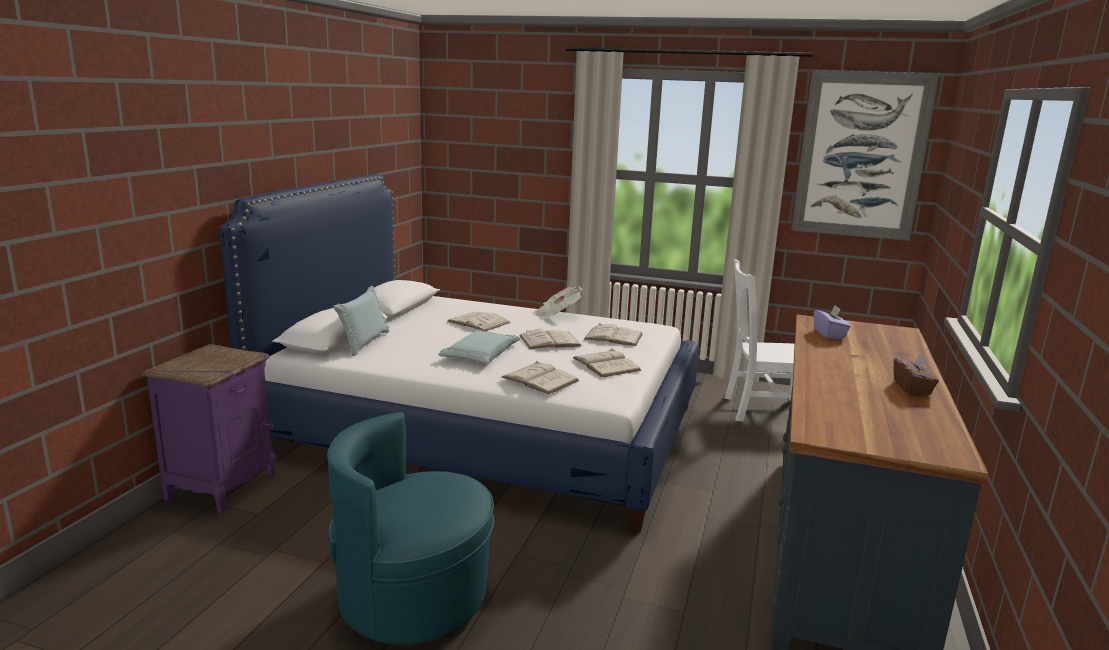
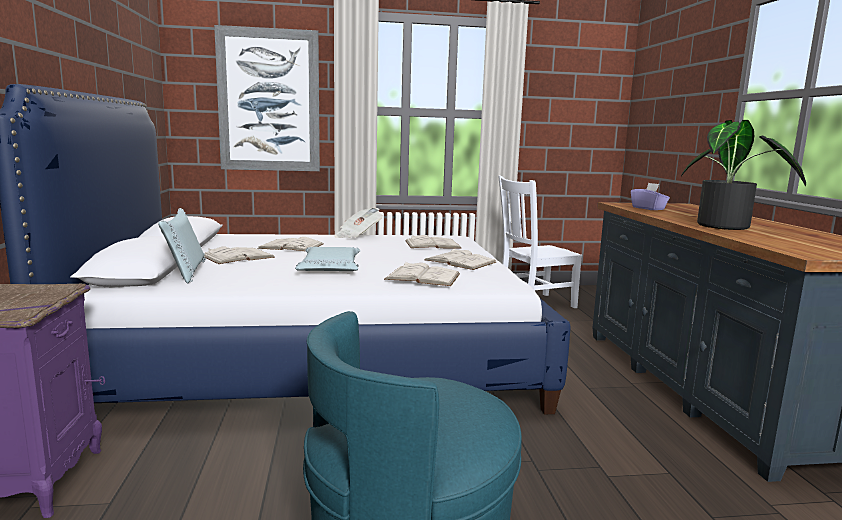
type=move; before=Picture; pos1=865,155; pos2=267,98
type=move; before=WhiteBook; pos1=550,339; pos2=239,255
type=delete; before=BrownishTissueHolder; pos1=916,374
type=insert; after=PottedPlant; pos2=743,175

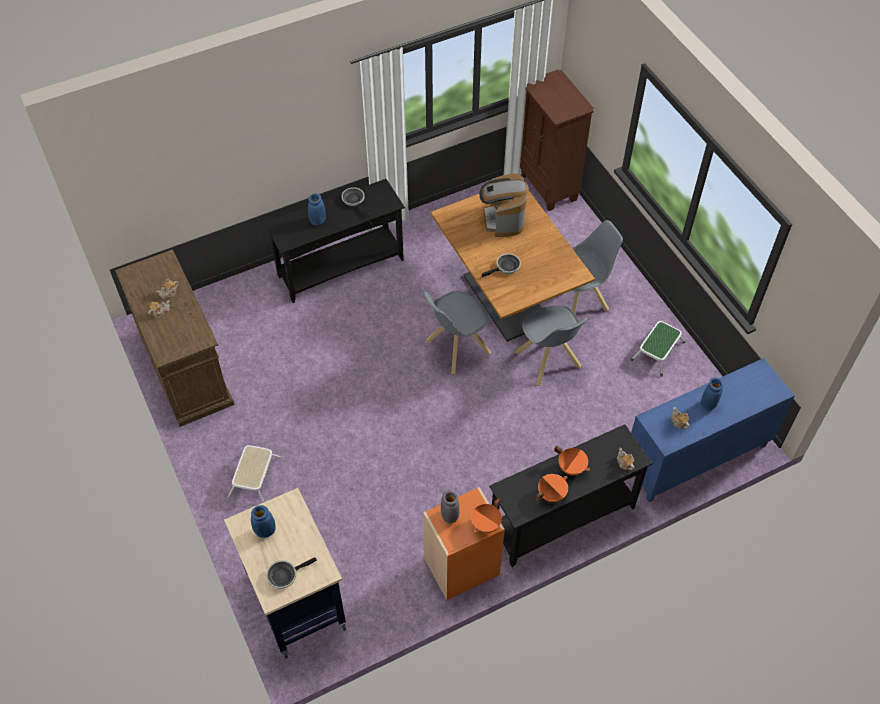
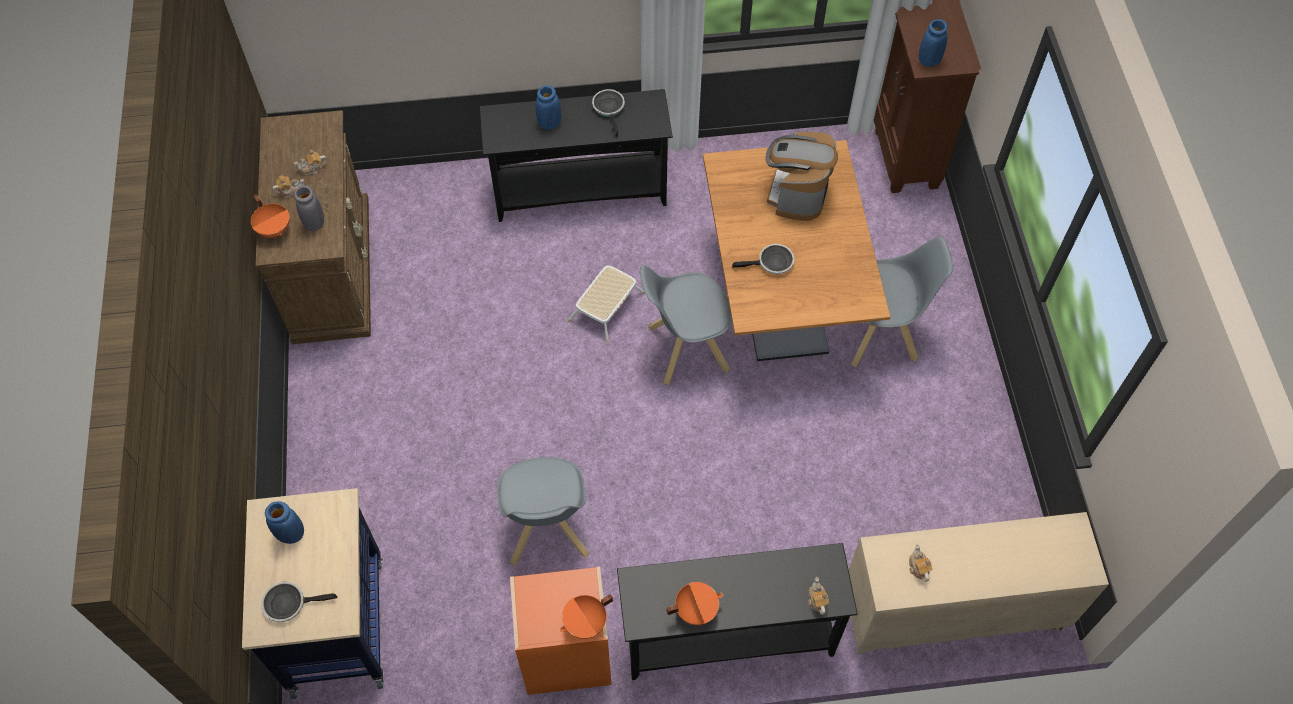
type=move; before=GrayPlainChair; pos1=551,345; pos2=543,511
type=delete; before=GreenStepladder; pos1=657,349
type=recolor; before=BlueColouredCupboard; after=BeigeColouredCupboard; pos1=713,430; pos2=979,583
type=move; before=BlueColouredDecorativeVase; pos1=712,393; pos2=933,43
type=move; before=BeigeColouredStepladder; pos1=254,474; pos2=606,304
type=move; before=OrangeCookingPot; pos1=572,460; pos2=270,216
type=move; before=GrayDecorativeVase; pos1=450,506; pos2=309,208

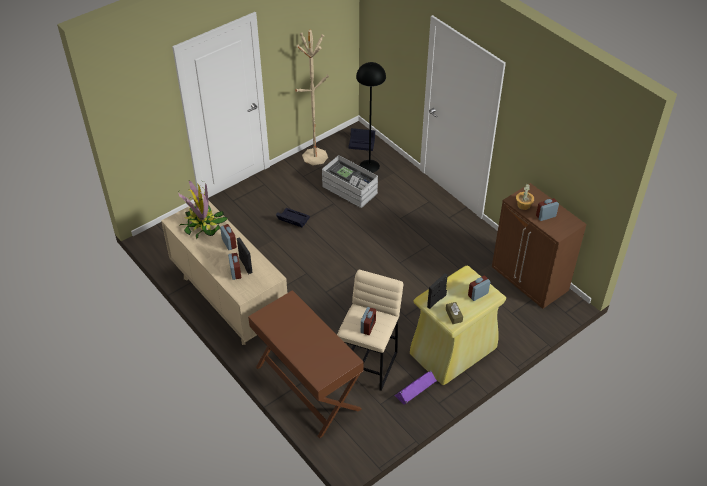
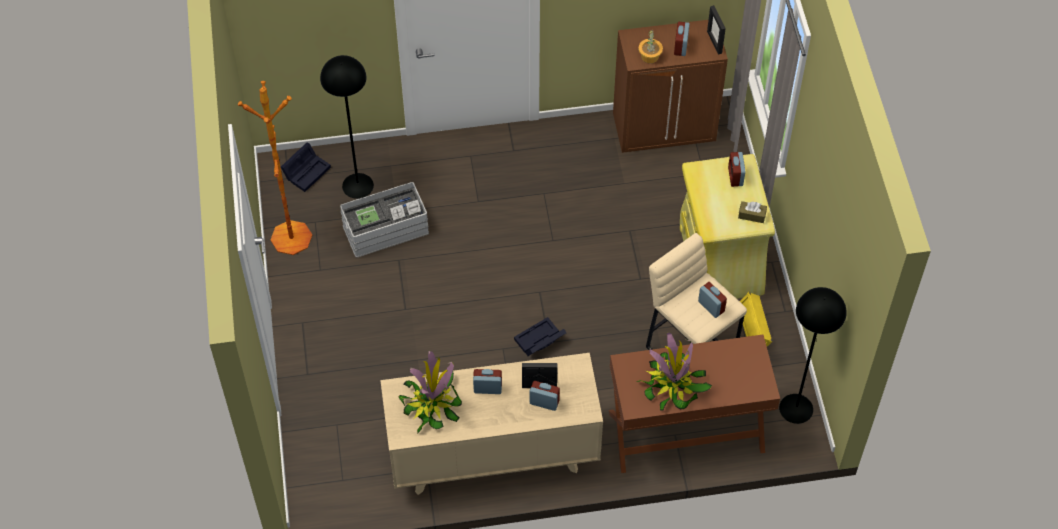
type=recolor; before=BeigeColouredGarmentStand; after=OrangeGarmentStand; pos1=312,98; pos2=275,168
type=move; before=BlackColouredStorageBox; pos1=293,218; pos2=540,336
type=move; before=PhotoFrame; pos1=437,291; pos2=716,29
type=recolor; before=PurpleColouredSpeaker; after=YellowishSpeaker; pos1=415,387; pos2=756,319
type=insert; after=BlackColouredFloorLamp; pos2=813,355
type=insert; after=PottedPlant; pos2=674,371

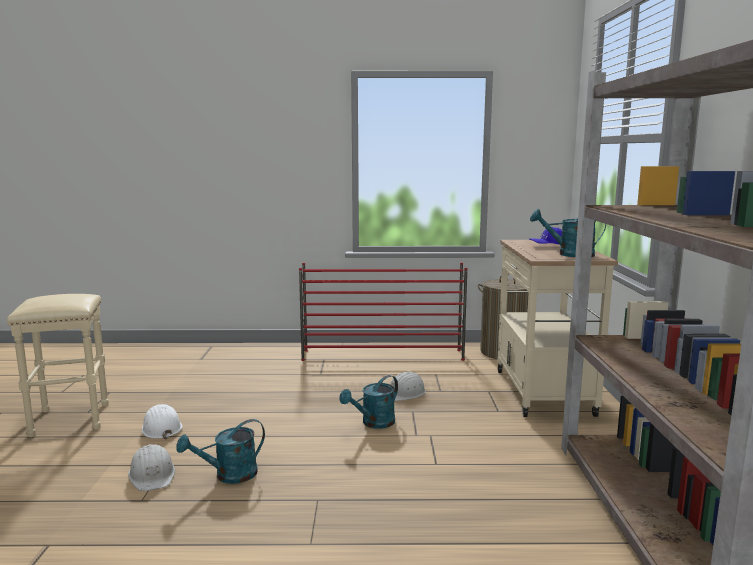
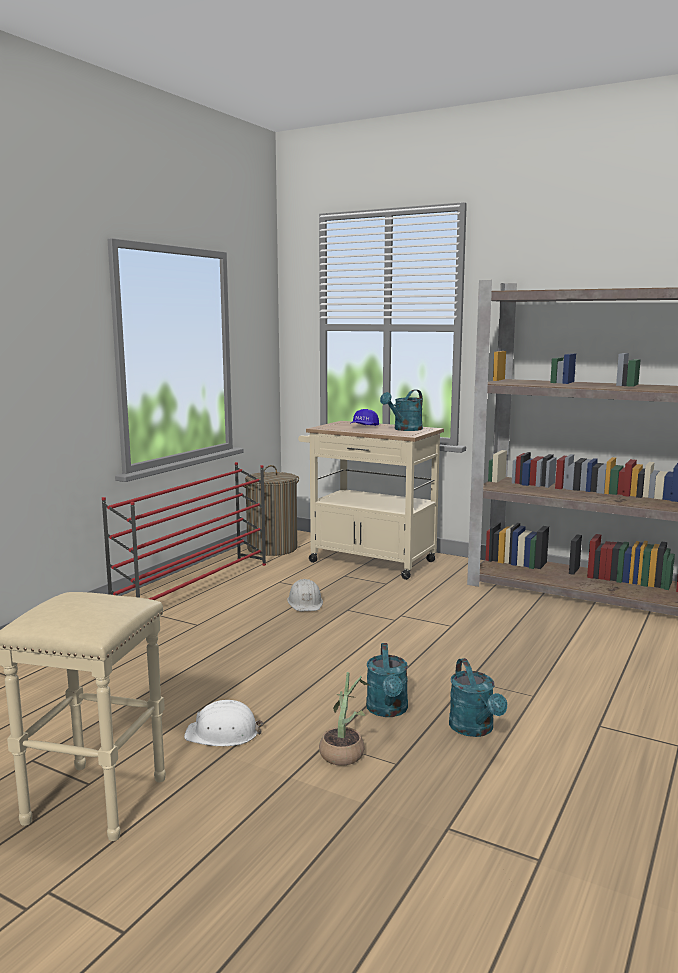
type=move; before=TurquoiseColouredWateringPot; pos1=368,401; pos2=478,697
type=replace; before=WhiteWorkHelmet; after=PottedPlant; pos1=151,467; pos2=344,719

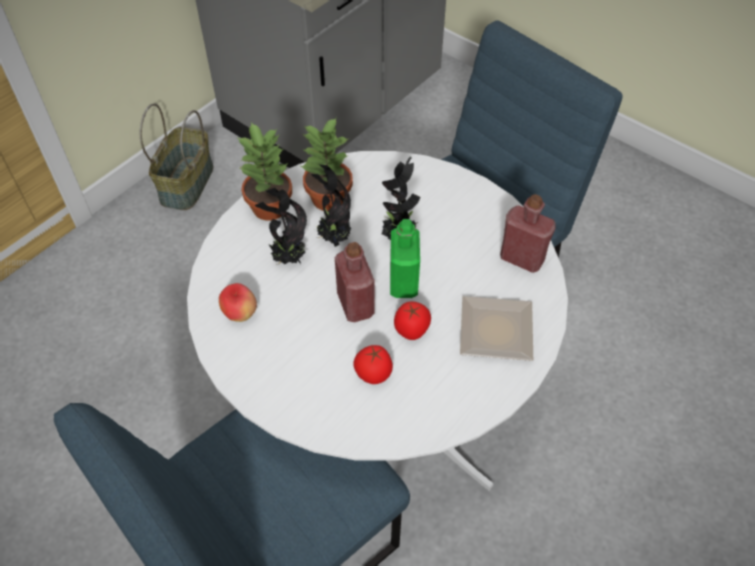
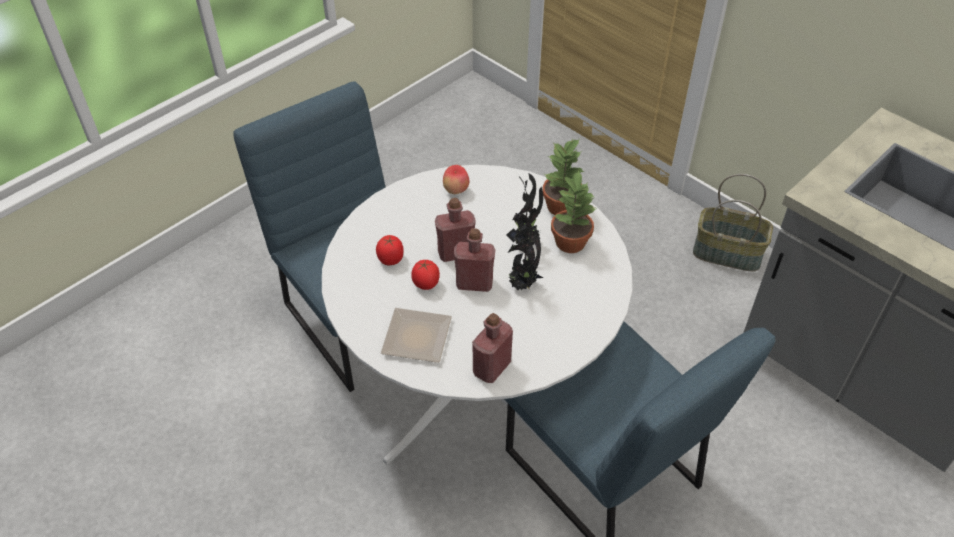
type=delete; before=PottedPlant; pos1=281,226
type=recolor; before=GreenBeverageBottle; after=ReddishBeverageBottle; pos1=405,258; pos2=474,260

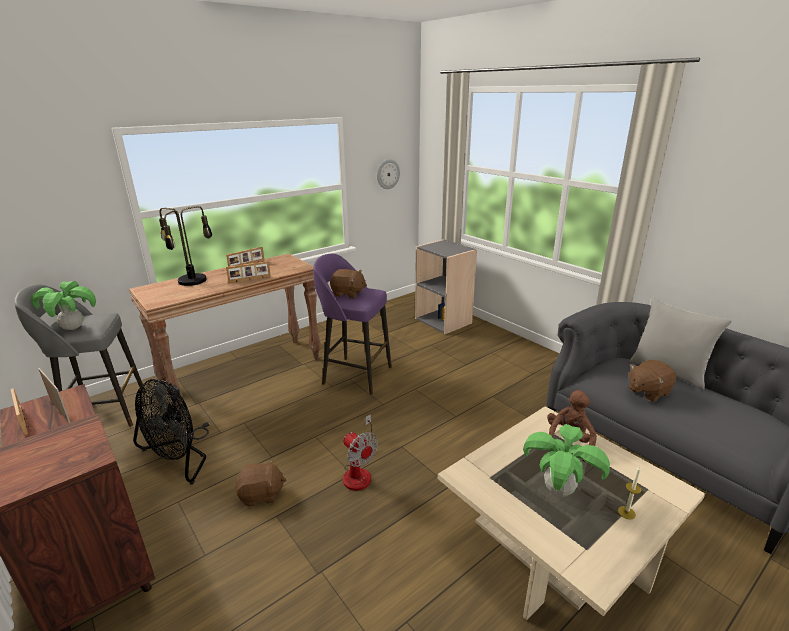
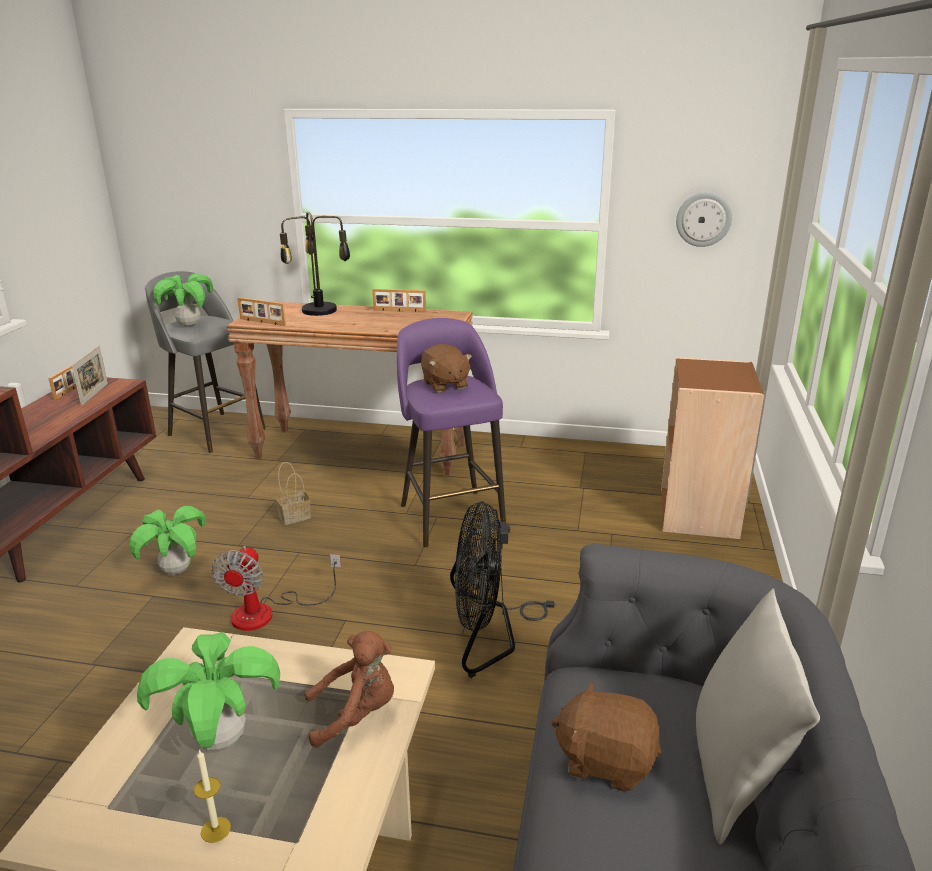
type=recolor; before=GrayBookcase; after=BrownishBookcase; pos1=446,286; pos2=712,448
type=move; before=PhotoFrame; pos1=248,272; pos2=261,311
type=move; before=BlackColouredCoolingFan; pos1=171,432; pos2=503,589
type=replace; before=BrownishSoftToy; after=PottedPlant; pos1=261,483; pos2=168,540
type=insert; after=StorageBasket; pos2=293,493

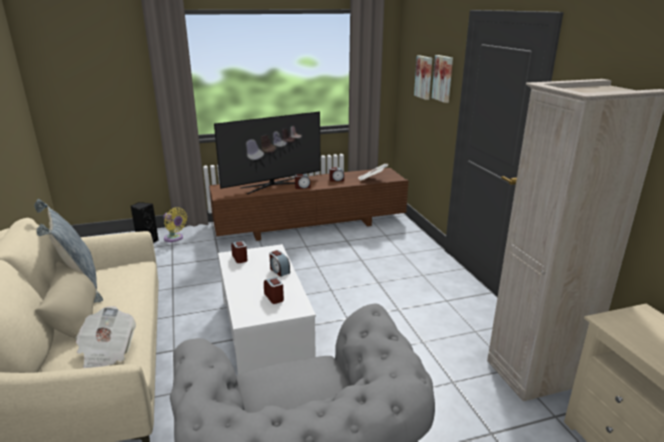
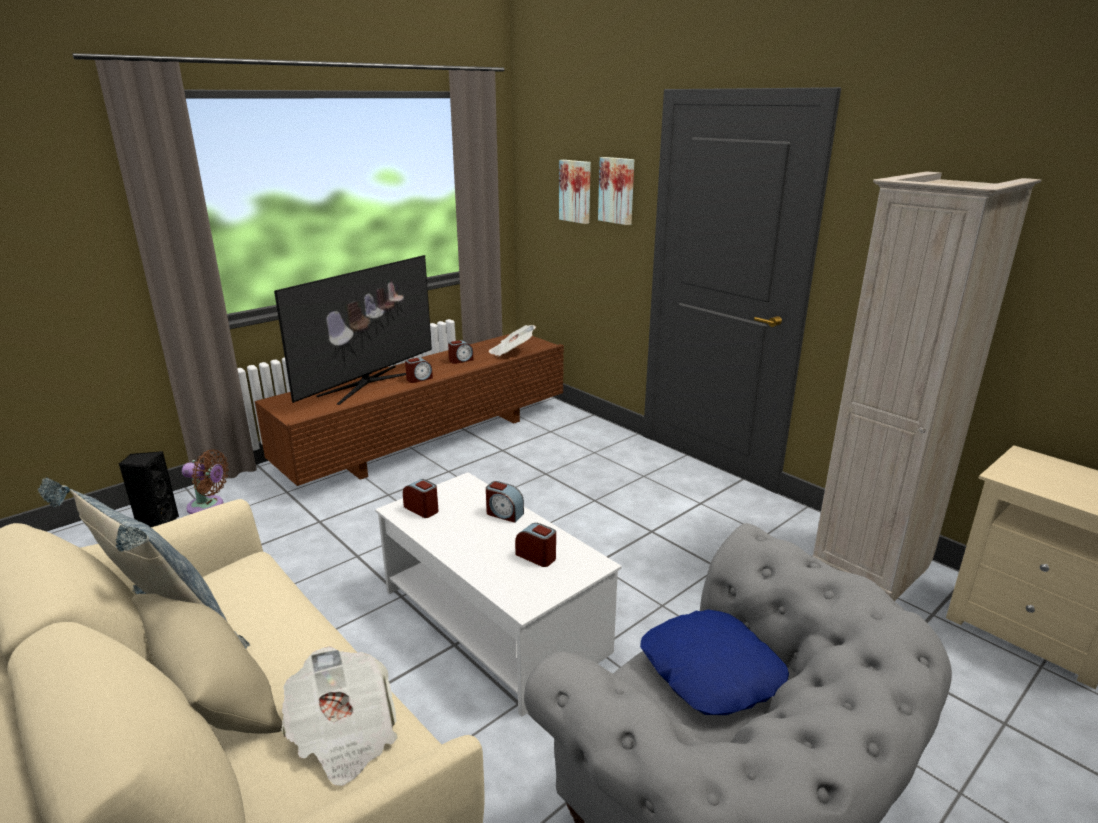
type=recolor; before=YellowishCoolingFan; after=BrownishCoolingFan; pos1=175,224; pos2=205,482
type=insert; after=BlueColouredCushion; pos2=714,662

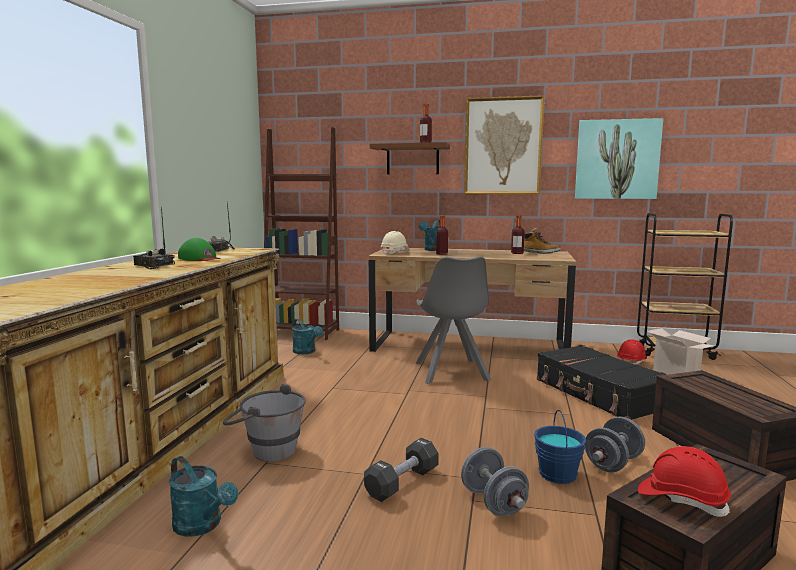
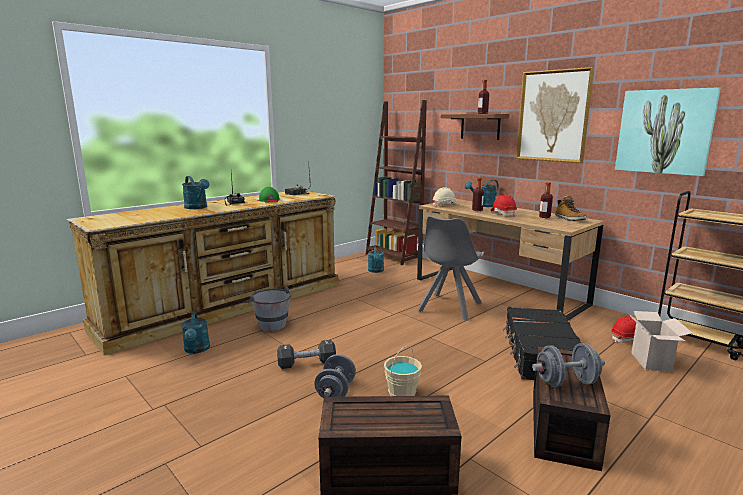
type=recolor; before=BlueColouredBucket; after=BeigeColouredBucket; pos1=560,447; pos2=403,371
type=move; before=GrayHandWeight; pos1=615,444; pos2=568,365
type=move; before=ReddishWorkHelmet; pos1=684,481; pos2=503,206
type=insert; after=TurquoiseColouredWateringPot; pos2=195,192

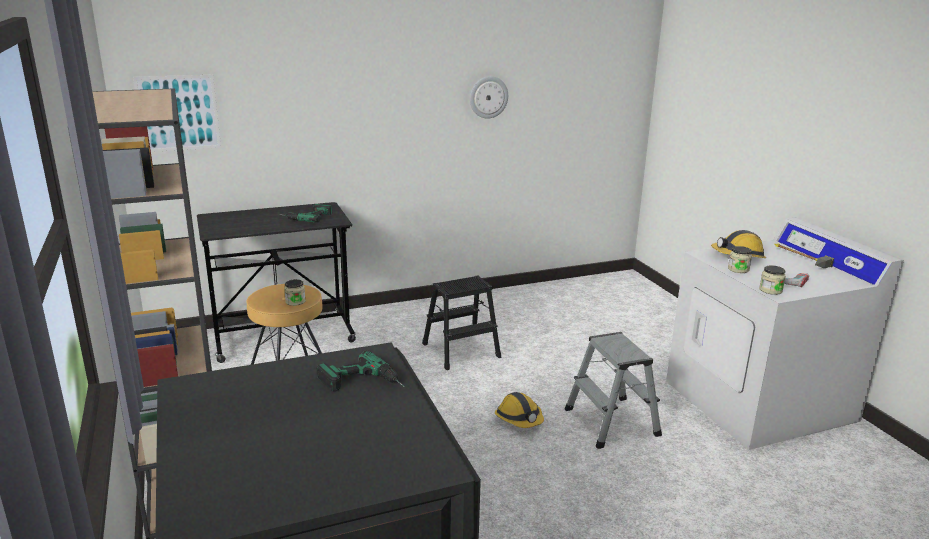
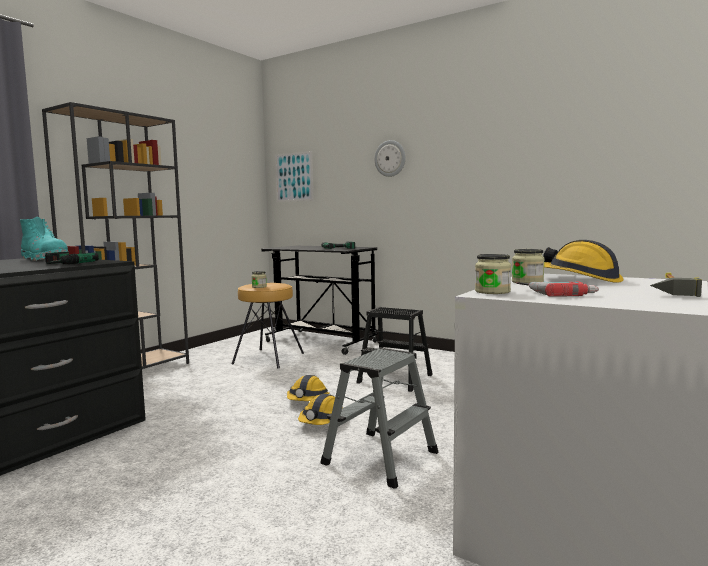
type=move; before=WallClock; pos1=489,97; pos2=390,158
type=insert; after=TurquoiseColouredBoot; pos2=44,239
type=insert; after=WorkHelmet; pos2=308,388

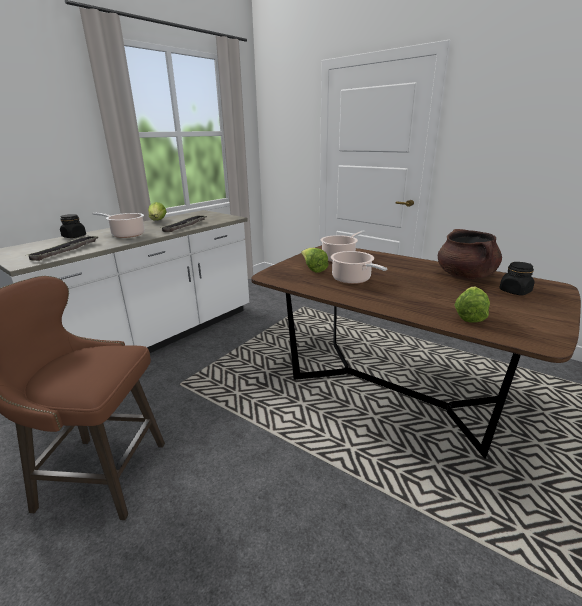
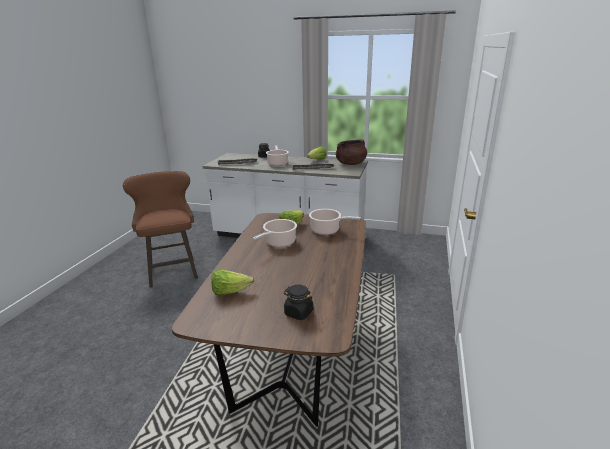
type=move; before=BrownishCookingPot; pos1=470,254; pos2=351,152

